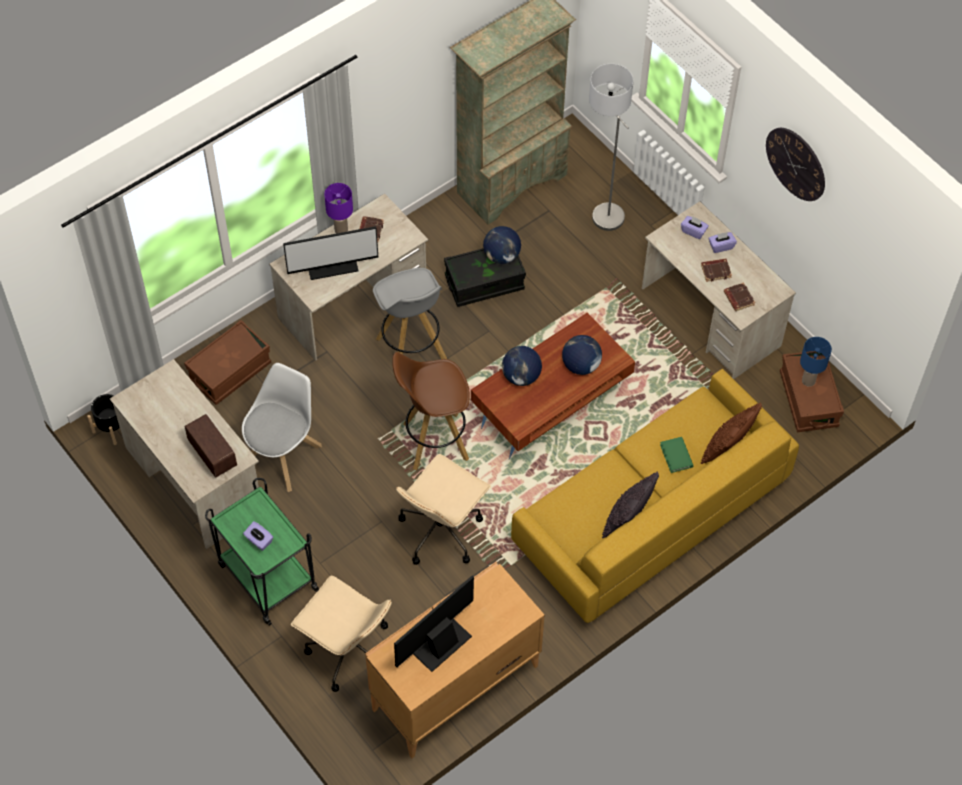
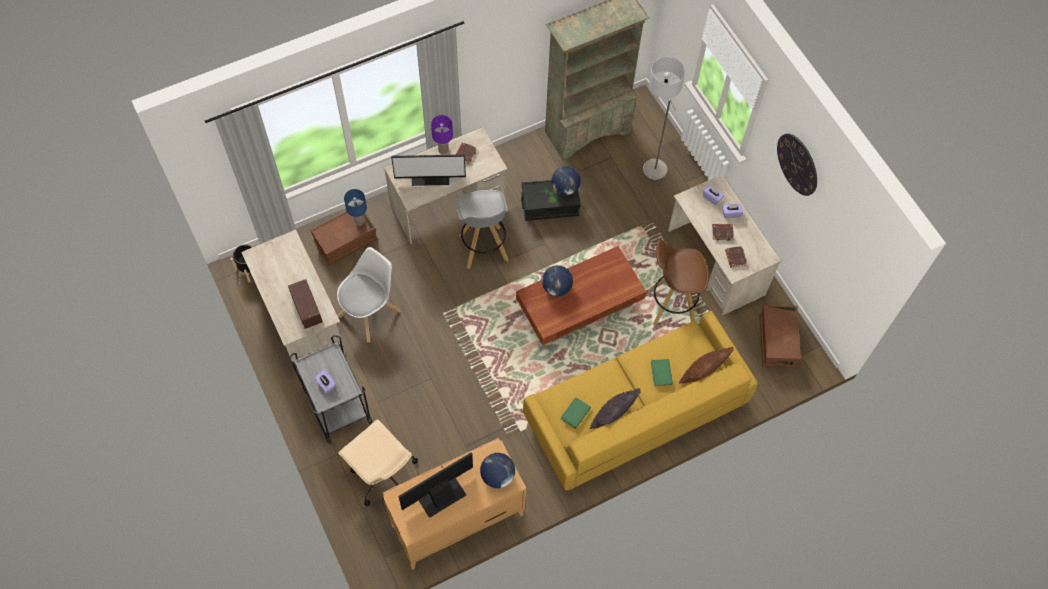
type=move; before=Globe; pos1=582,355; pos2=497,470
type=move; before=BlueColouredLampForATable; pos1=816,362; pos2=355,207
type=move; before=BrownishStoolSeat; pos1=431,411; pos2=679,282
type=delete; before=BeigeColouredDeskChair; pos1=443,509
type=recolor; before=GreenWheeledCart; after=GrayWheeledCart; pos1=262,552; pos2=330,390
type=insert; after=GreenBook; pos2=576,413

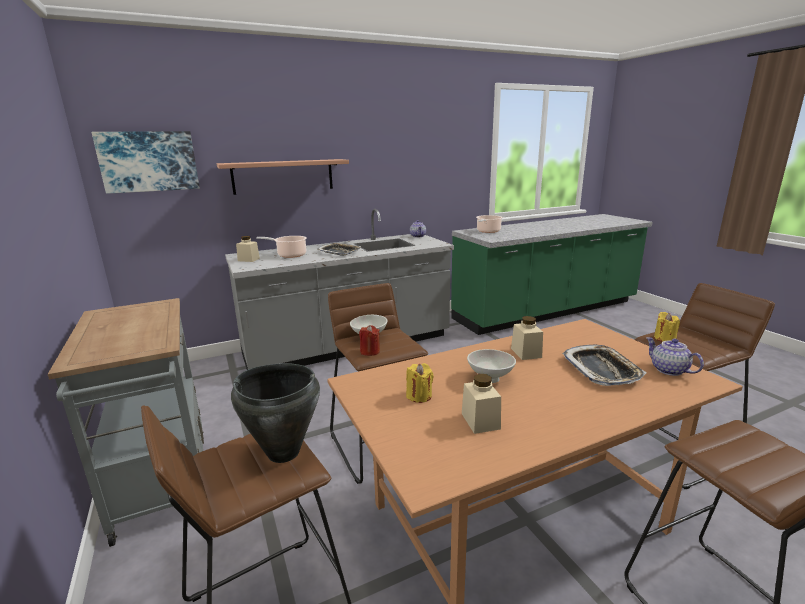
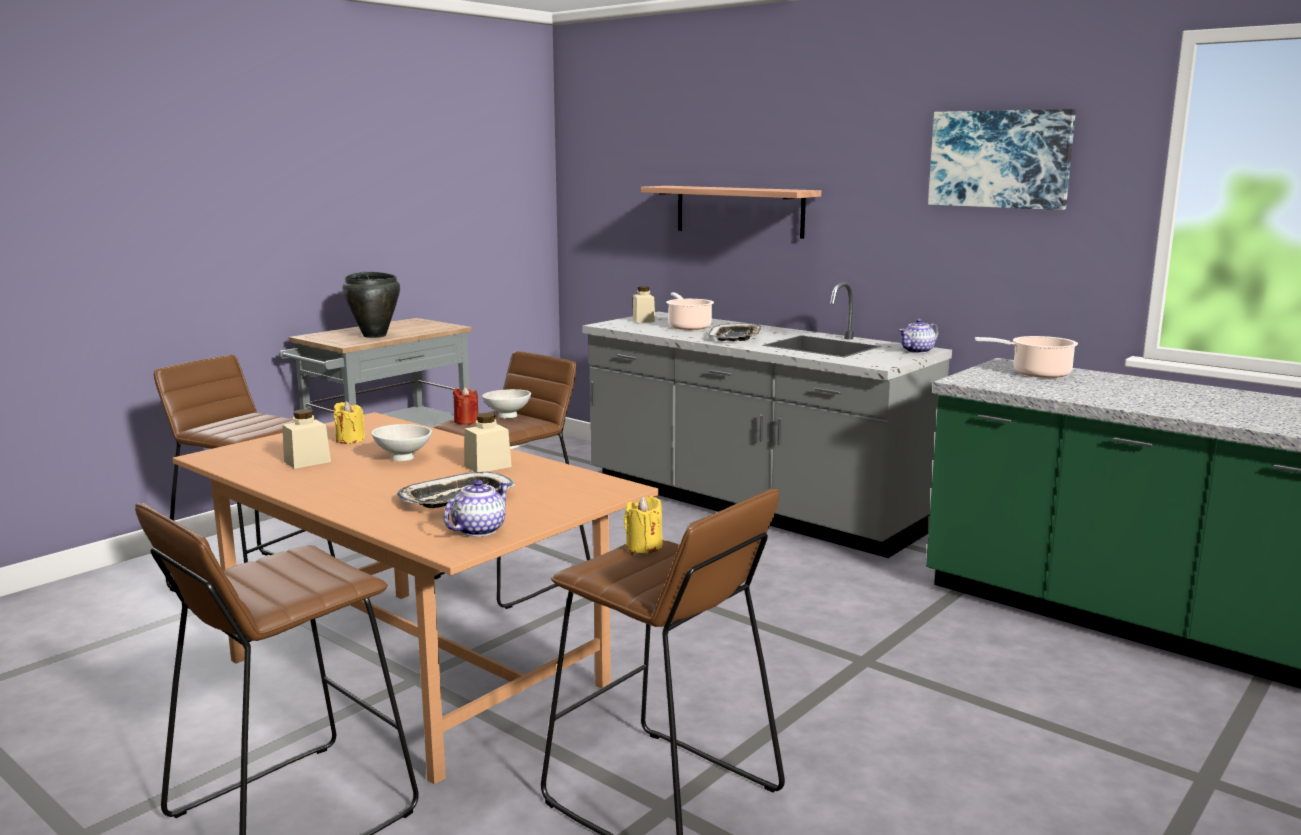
type=move; before=Picture; pos1=146,162; pos2=1002,159
type=move; before=BlackColouredCookingPot; pos1=275,413; pos2=371,305

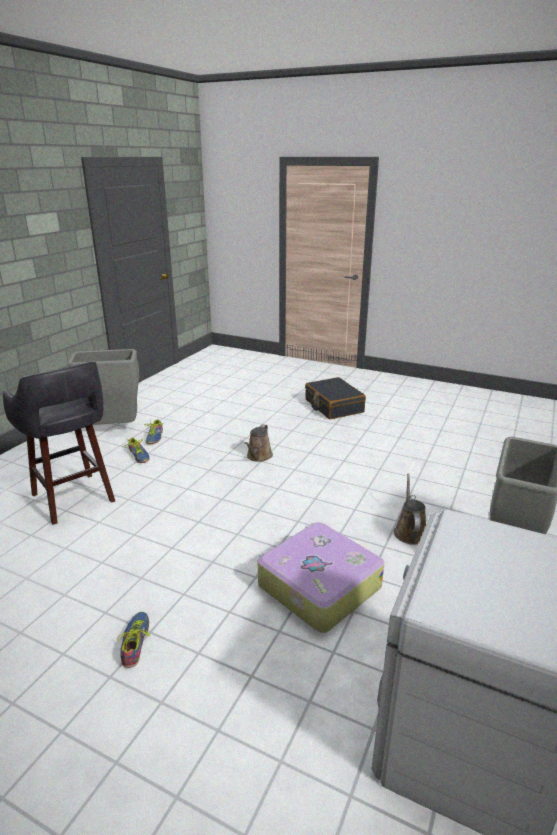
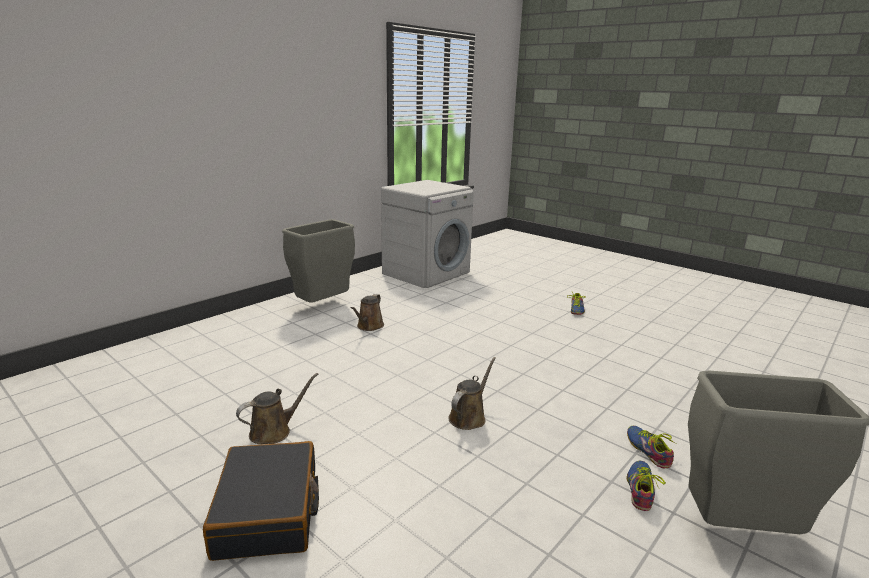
type=delete; before=GrayStoolSeat; pos1=59,443
type=delete; before=Suitcase; pos1=321,577
type=insert; after=BrownishWateringPot; pos2=277,408

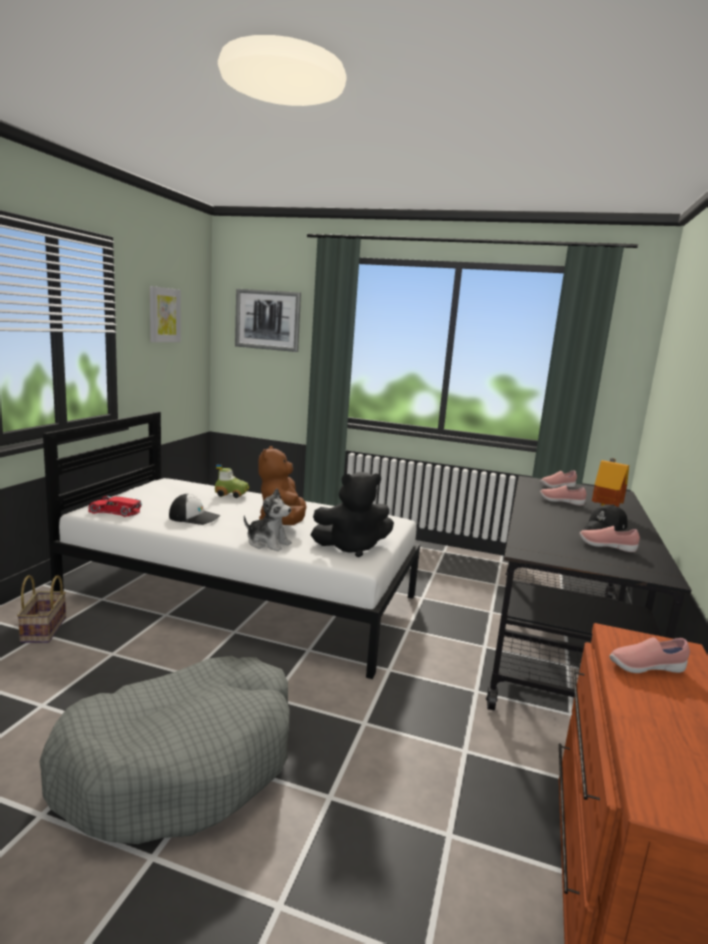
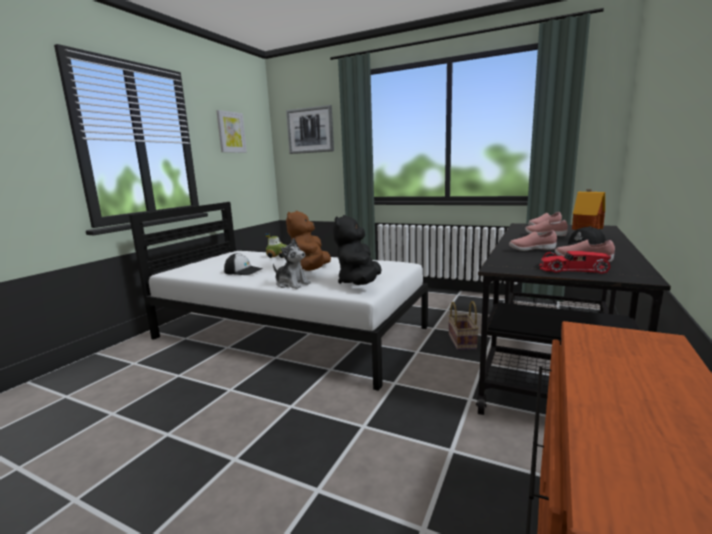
type=rotate; before=BlackColouredSoftToy; pos1=352,514; pos2=357,250; turn=105
type=move; before=ReddishMiniatureCar; pos1=115,506; pos2=575,262
type=move; before=StorageBasket; pos1=41,609; pos2=463,325
type=move; before=PinkishShoe; pos1=649,655; pos2=533,240
type=delete; before=GrayDogBed; pos1=164,750

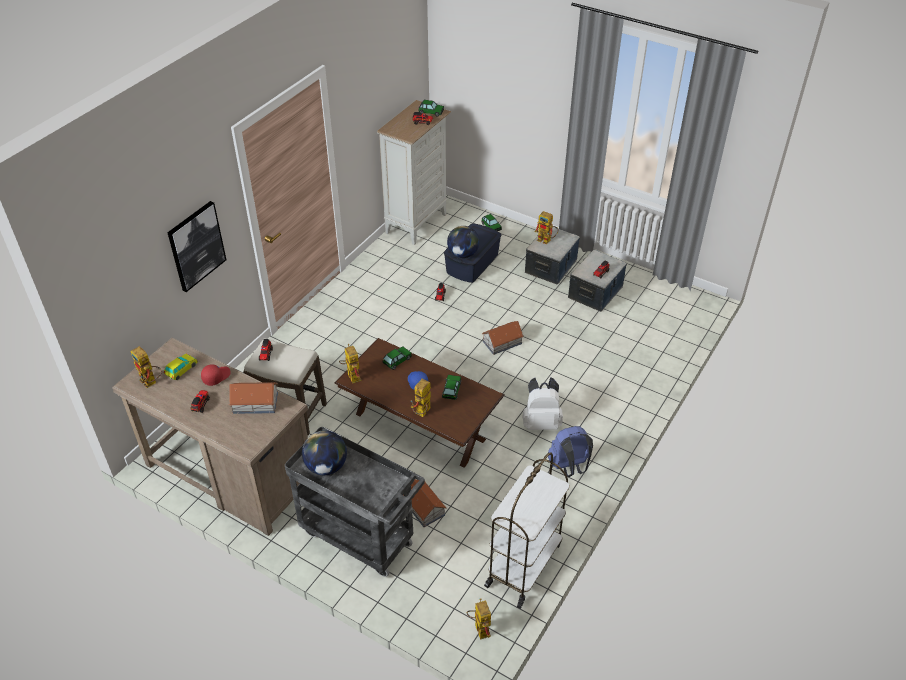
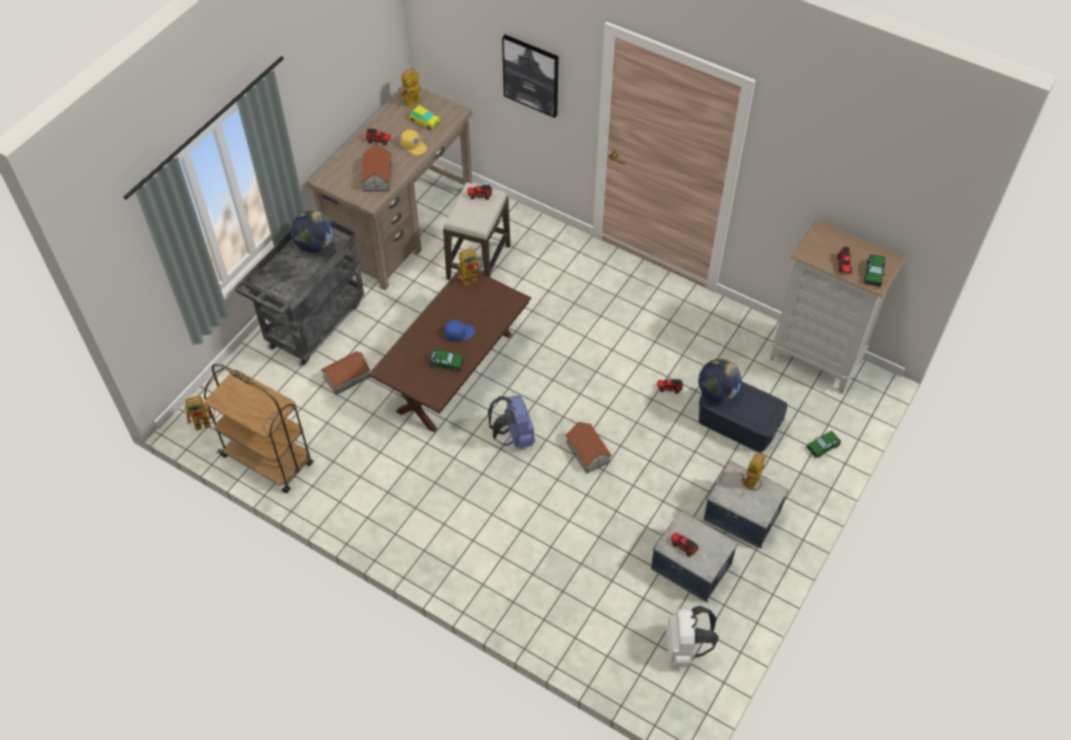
type=delete; before=MiniatureCar; pos1=397,358
type=recolor; before=ReddishBaseballCap; after=YellowishBaseballCap; pos1=216,375; pos2=413,142
type=move; before=WhiteBackpack; pos1=543,404; pos2=692,636
type=delete; before=ToyRobot; pos1=420,398
type=move; before=BlueColouredBackpack; pos1=570,451; pos2=511,422
type=recolor; before=WhiteWheeledCart; after=BrownishWheeledCart; pos1=527,530; pos2=259,428

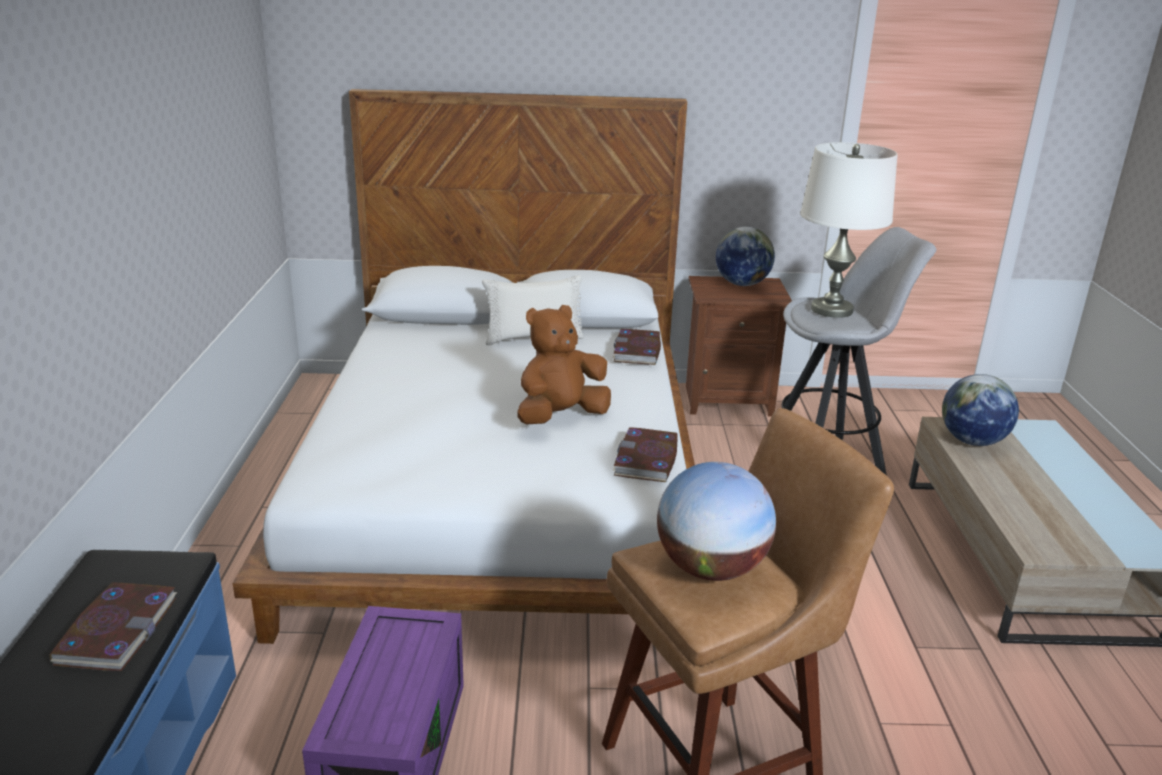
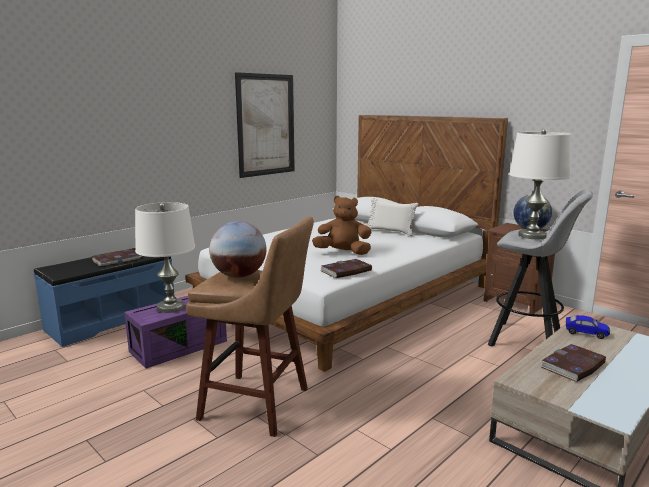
type=move; before=Book; pos1=637,347; pos2=573,363
type=replace; before=Globe; after=MiniatureCar; pos1=980,410; pos2=588,327
type=insert; after=Picture; pos2=265,125
type=insert; after=WhiteLampForATable; pos2=165,257

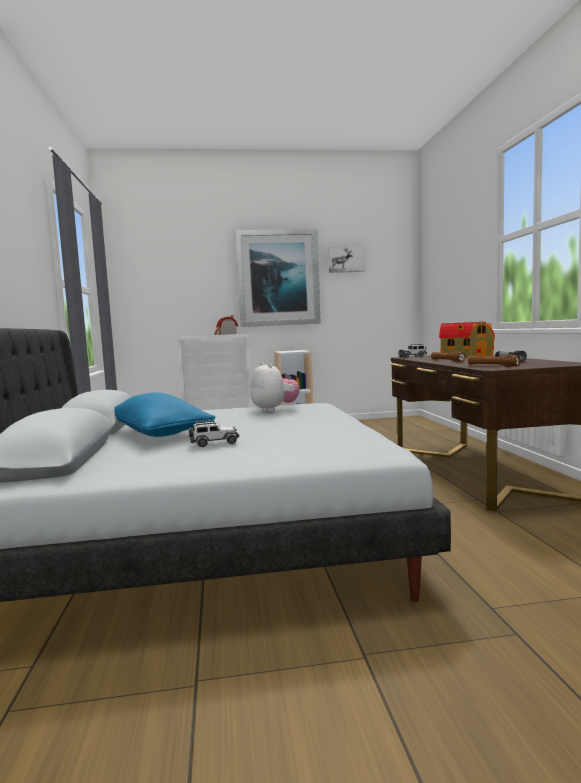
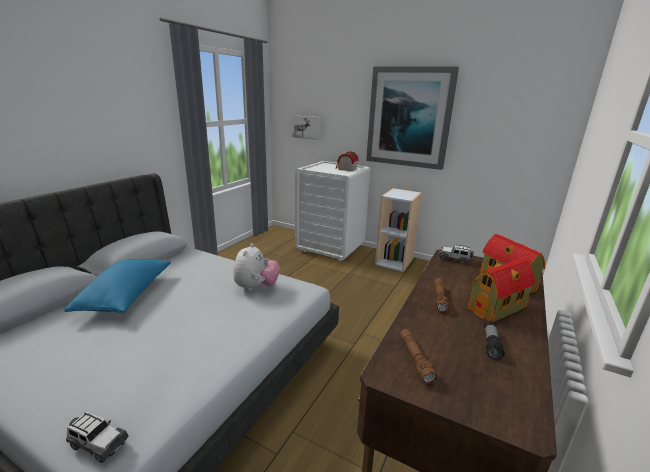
type=move; before=Picture; pos1=346,259; pos2=306,127
type=move; before=MiniatureCar; pos1=214,434; pos2=97,437

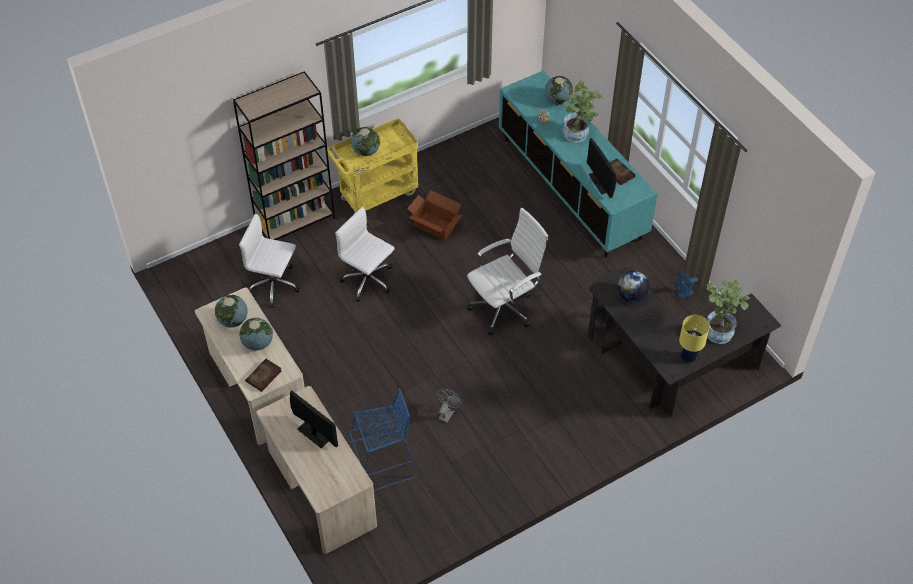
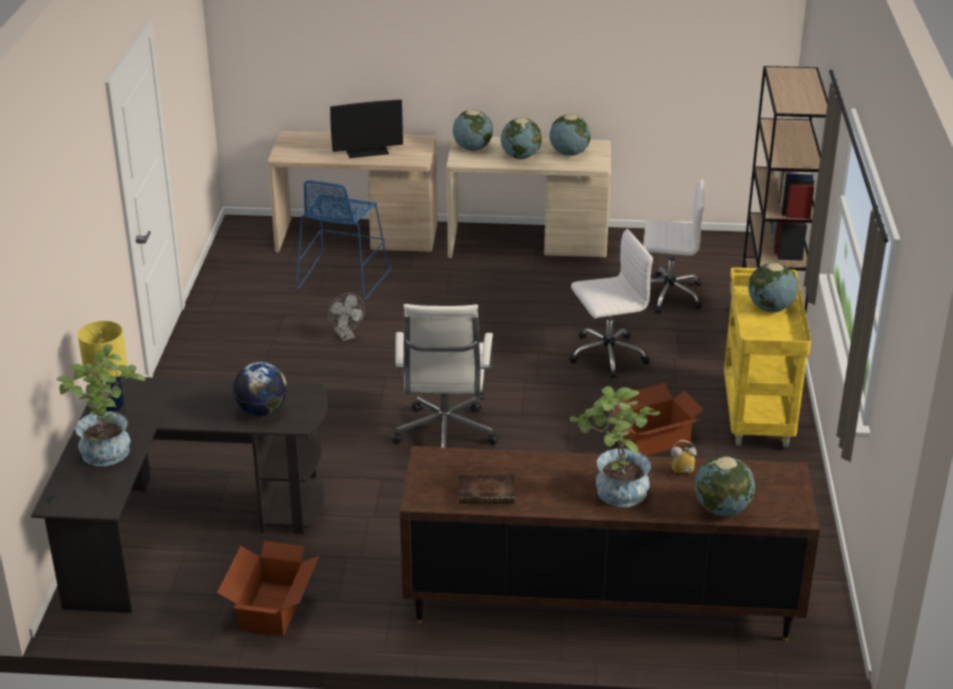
type=recolor; before=TurquoiseColouredCupboard; after=BrownishCupboard; pos1=578,164; pos2=610,543
type=delete; before=Monitor; pos1=601,168
type=rotate; before=WhiteDeskChair; pos1=269,260; pos2=673,246; turn=45
type=replace; before=BlueColouredCoolingFan; after=Carton; pos1=686,284; pos2=268,588
type=replace; before=Book; after=Globe; pos1=263,375; pos2=473,130

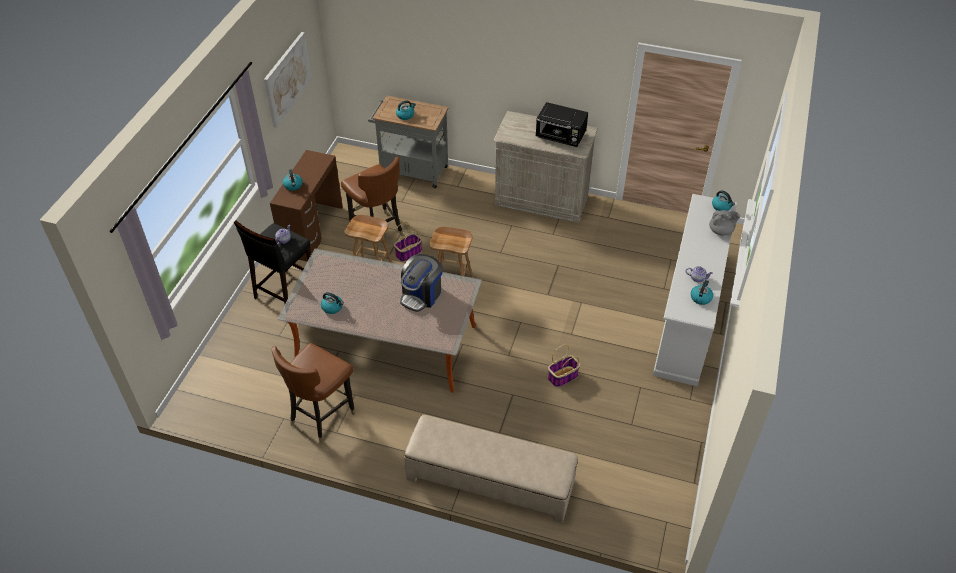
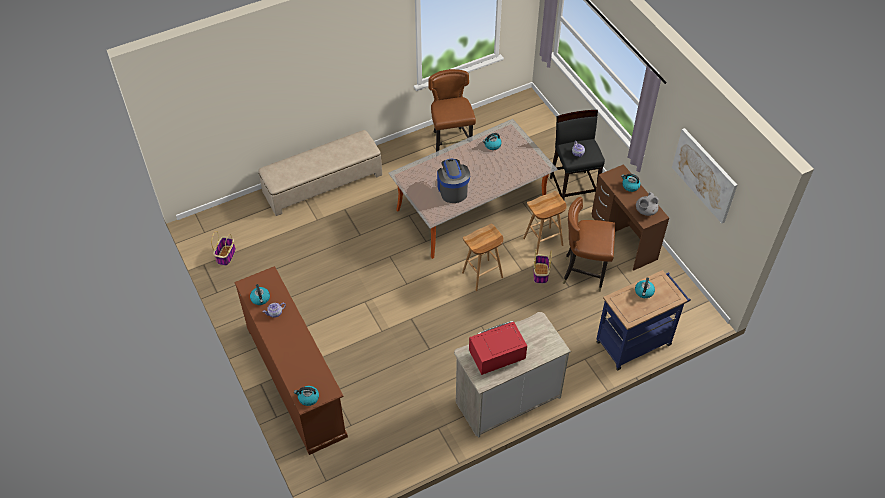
type=recolor; before=GrayWheeledCart; after=BlueColouredWheeledCart; pos1=408,141; pos2=643,320
type=recolor; before=BlackColouredMicrowave; after=ReddishMicrowave; pos1=562,124; pos2=498,348
type=recolor; before=WhiteCupboard; after=BrownishCupboard; pos1=695,290; pos2=291,360
type=move; before=GrayTeapot; pos1=724,222; pos2=647,204
type=move; before=StorageBasket; pos1=564,365; pos2=223,248

